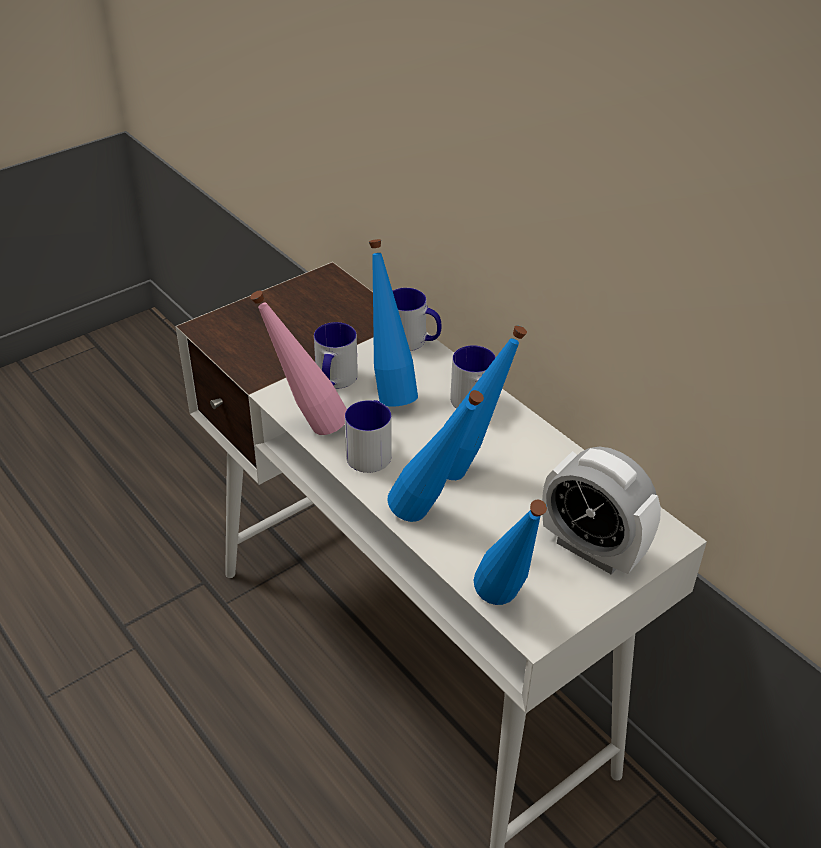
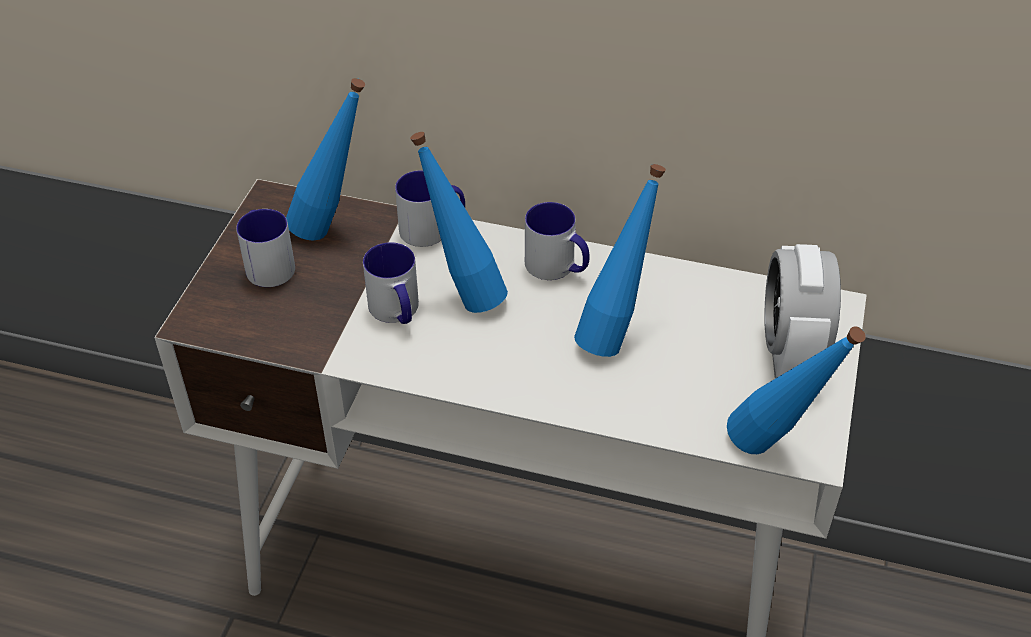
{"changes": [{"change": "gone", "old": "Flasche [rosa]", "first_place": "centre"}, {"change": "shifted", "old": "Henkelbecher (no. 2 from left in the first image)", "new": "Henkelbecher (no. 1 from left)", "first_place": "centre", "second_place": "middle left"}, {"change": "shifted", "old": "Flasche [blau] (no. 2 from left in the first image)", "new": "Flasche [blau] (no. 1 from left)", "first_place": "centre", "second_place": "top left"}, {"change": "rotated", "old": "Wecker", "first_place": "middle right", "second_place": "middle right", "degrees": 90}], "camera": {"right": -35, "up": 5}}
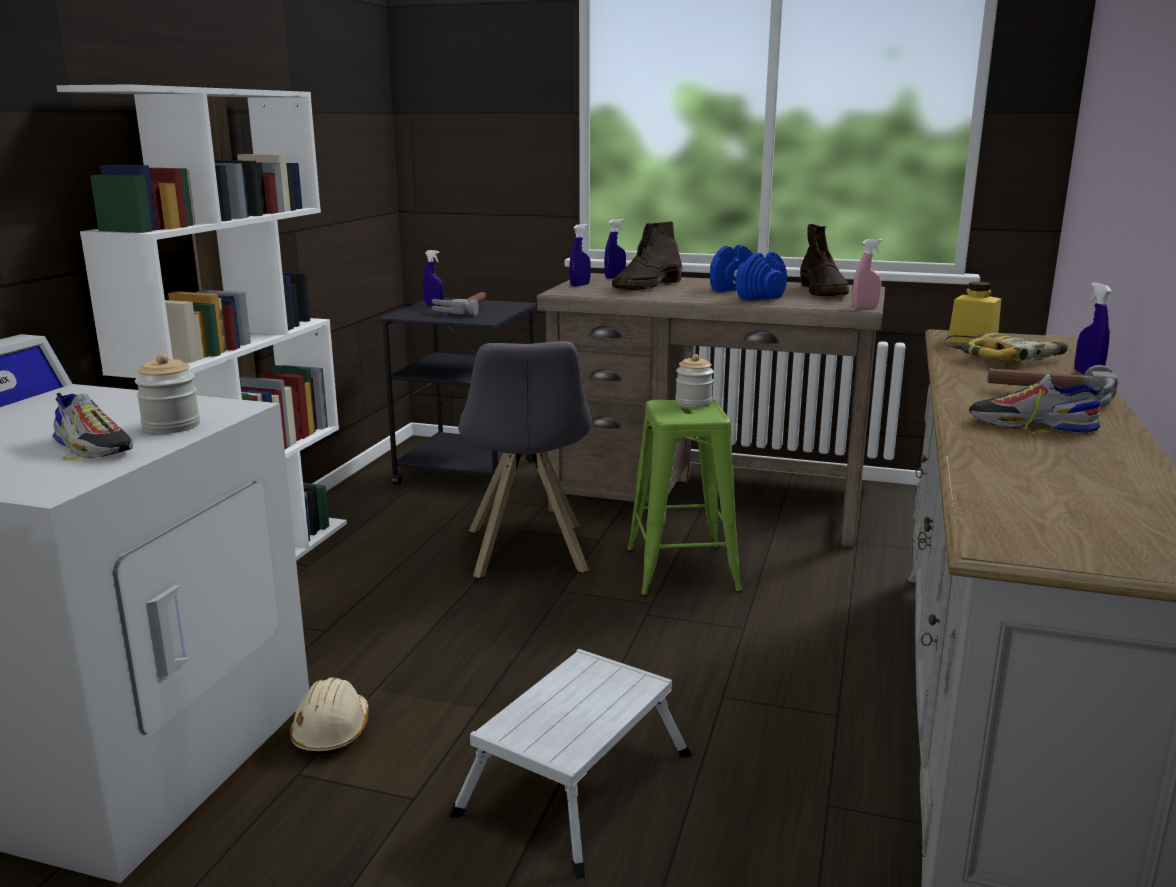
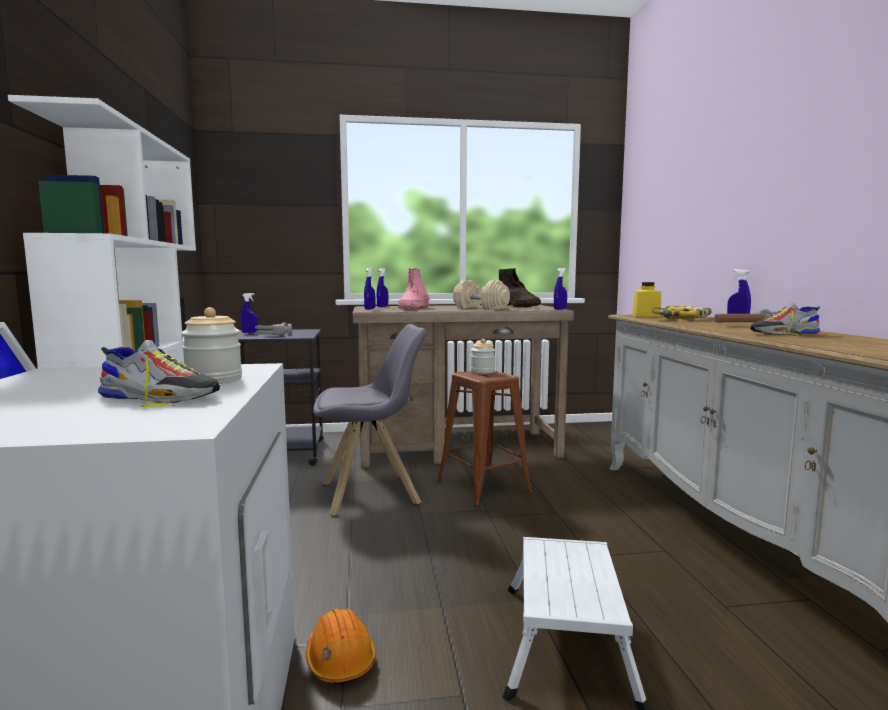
{"changes": [{"change": "repainted", "old": "Schutzhelm [beige]", "new": "Schutzhelm [orange]", "first_place": "bottom left", "second_place": "bottom centre"}, {"change": "rotated", "old": "Stuhl [grau]", "first_place": "centre", "second_place": "centre", "degrees": -75}, {"change": "repainted", "old": "Stiefel [braun] (no. 1 from left)", "new": "Stiefel [rosa]", "first_place": "top centre", "second_place": "centre"}, {"change": "repainted", "old": "Hocker [grün]", "new": "Hocker [braun]", "first_place": "centre", "second_place": "centre"}, {"change": "repainted", "old": "Hantel [blau]", "new": "Hantel [beige]", "first_place": "top centre", "second_place": "centre"}, {"change": "repainted", "old": "Sprühflasche [rosa]", "new": "Sprühflasche [blau] (no. 4 from left)", "first_place": "top right", "second_place": "centre"}], "camera": {"right": -25, "up": -10}}
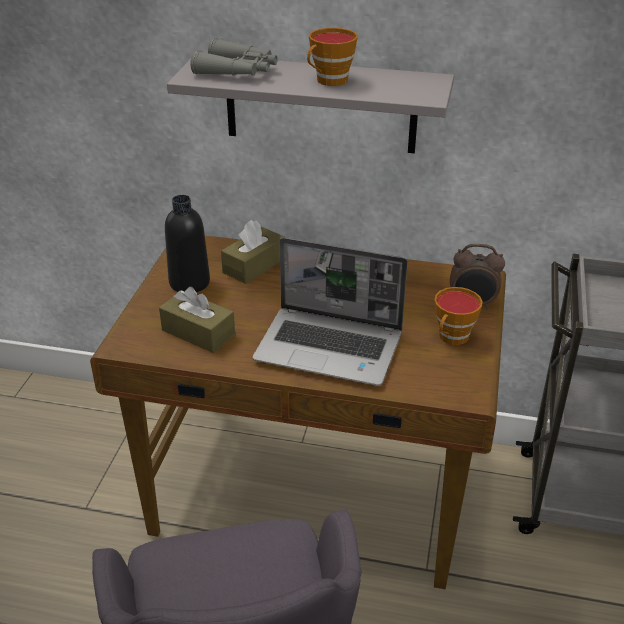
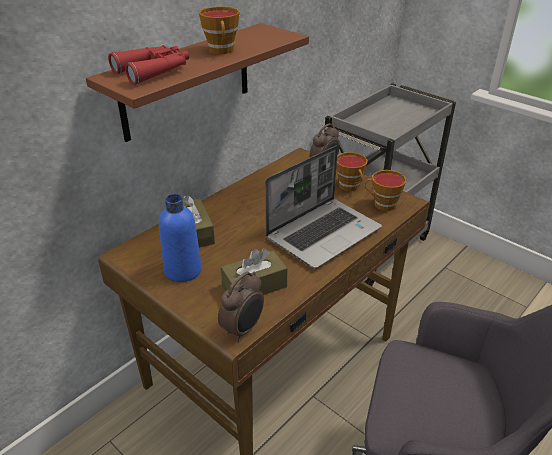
{"changes": [{"change": "repainted", "old": "Flasche [schwarz]", "new": "Flasche [blau]", "first_place": "middle left", "second_place": "middle left"}, {"change": "repainted", "old": "Wandregal [grau]", "new": "Wandregal [braun]", "first_place": "top centre", "second_place": "top centre"}, {"change": "repainted", "old": "Fernglas [grau]", "new": "Fernglas [rot]", "first_place": "top centre", "second_place": "top left"}, {"change": "new", "new": "Wecker (no. 1 from left)", "second_place": "bottom centre"}, {"change": "new", "new": "Tasse (no. 3 from left)", "second_place": "middle right"}], "camera": {"right": -60, "up": 0}}
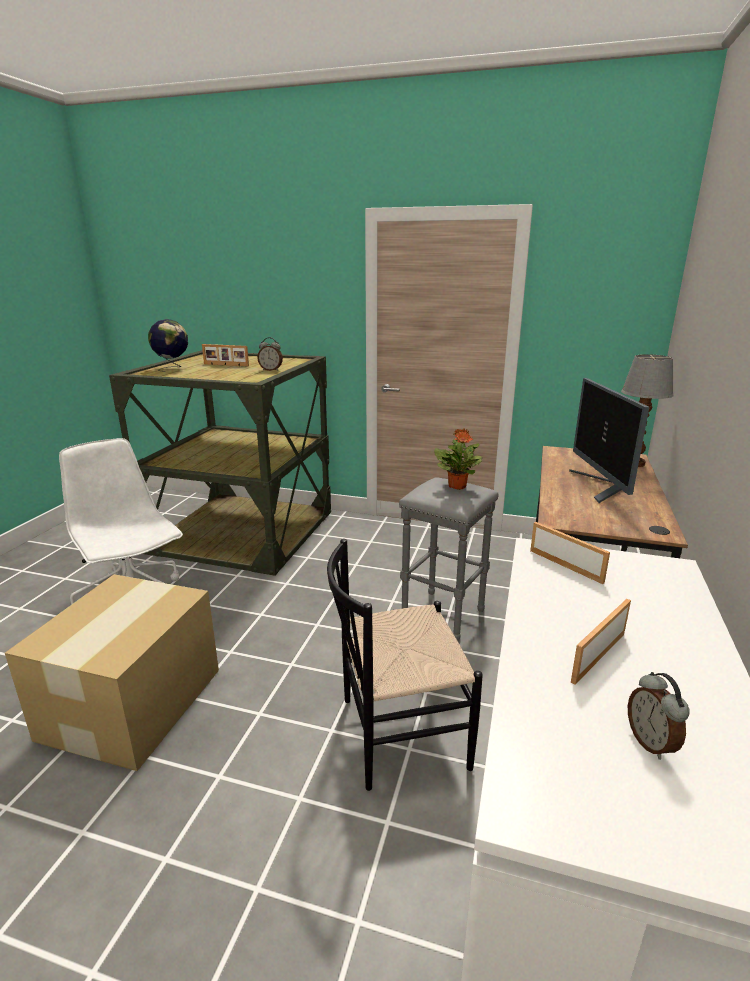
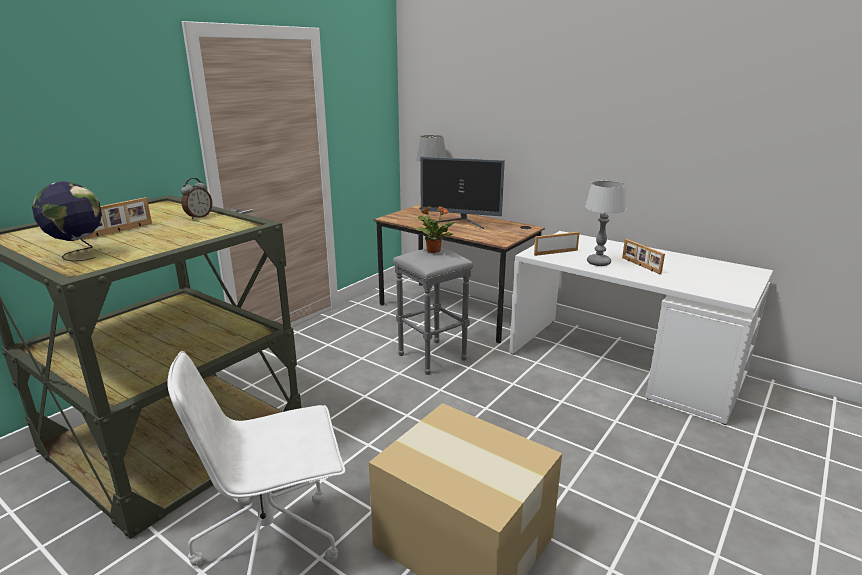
{"changes": [{"change": "gone", "old": "Stuhl [schwarz]", "first_place": "bottom centre"}, {"change": "gone", "old": "Wecker (no. 2 from left)", "first_place": "bottom right"}, {"change": "new", "new": "Tischlampe (no. 2 from left)", "second_place": "middle right"}], "camera": {"right": -70, "up": 0}}
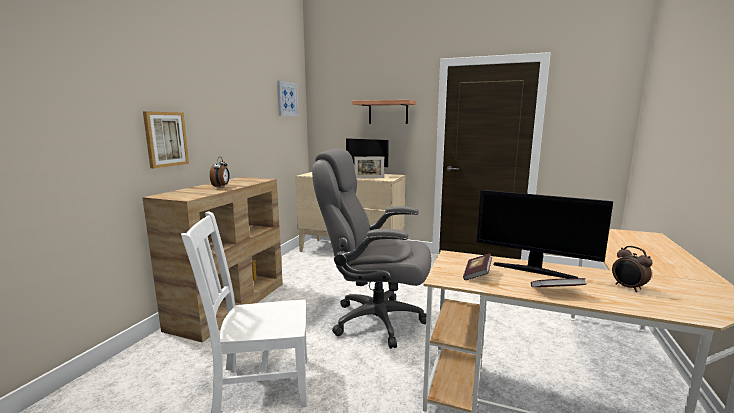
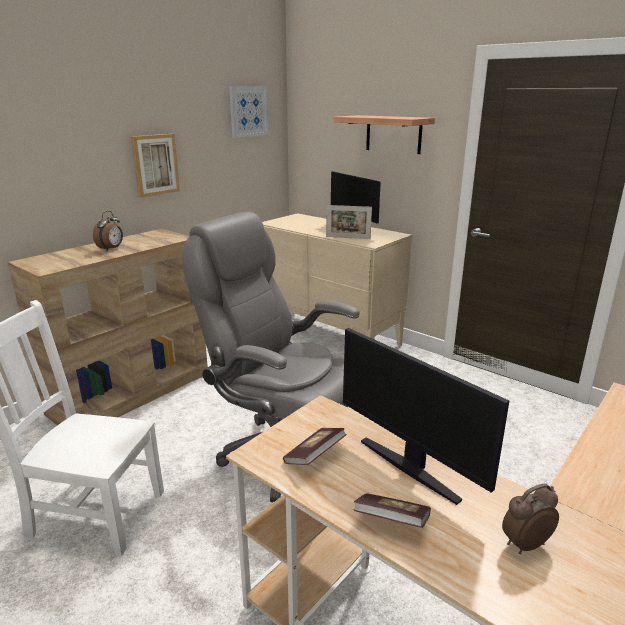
{"changes": [{"change": "shifted", "old": "Bild (no. 1 from left)", "first_place": "middle left", "second_place": "top left"}, {"change": "rotated", "old": "Wecker (no. 2 from left)", "first_place": "middle right", "second_place": "bottom right", "degrees": 75}], "camera": {"right": 20, "up": 10}}
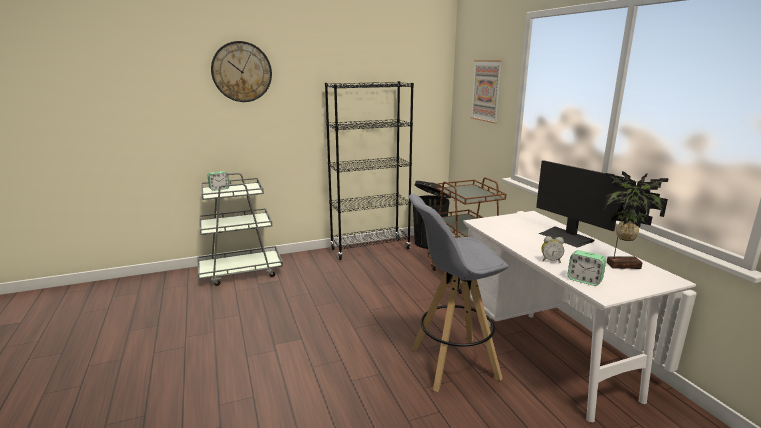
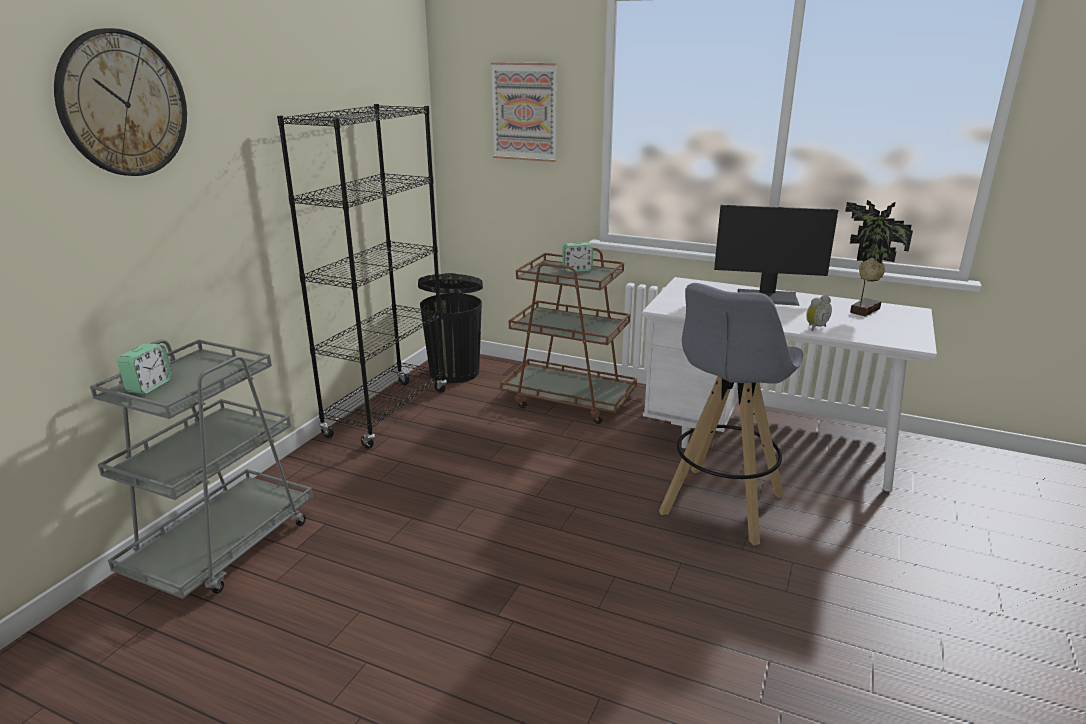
{"changes": [{"change": "shifted", "old": "Wecker (no. 3 from left in the first image)", "new": "Wecker (no. 2 from left)", "first_place": "middle right", "second_place": "centre"}], "camera": {"right": -45, "up": 5}}
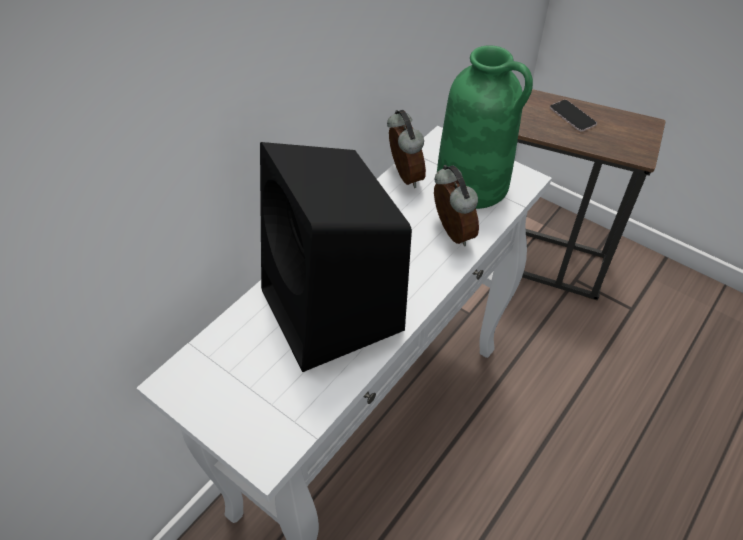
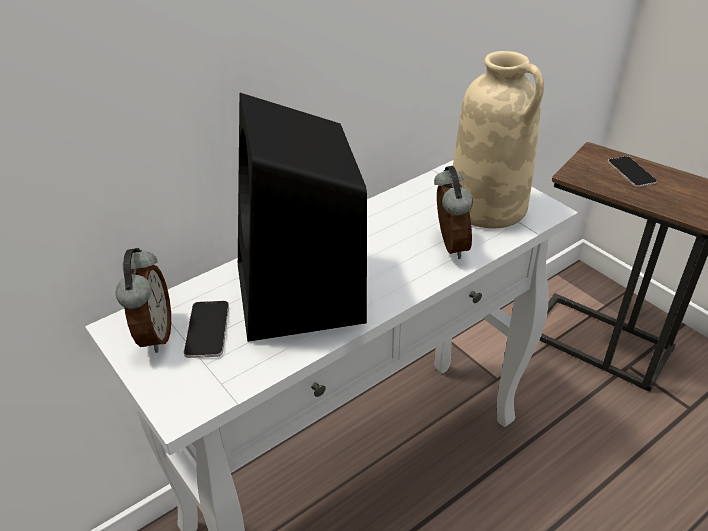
{"changes": [{"change": "shifted", "old": "Wecker (no. 1 from left)", "first_place": "top centre", "second_place": "middle left"}, {"change": "repainted", "old": "Vase [grün]", "new": "Vase [beige]", "first_place": "top centre", "second_place": "top right"}, {"change": "new", "new": "Handy (no. 1 from left)", "second_place": "middle left"}], "camera": {"right": 15, "up": -10}}
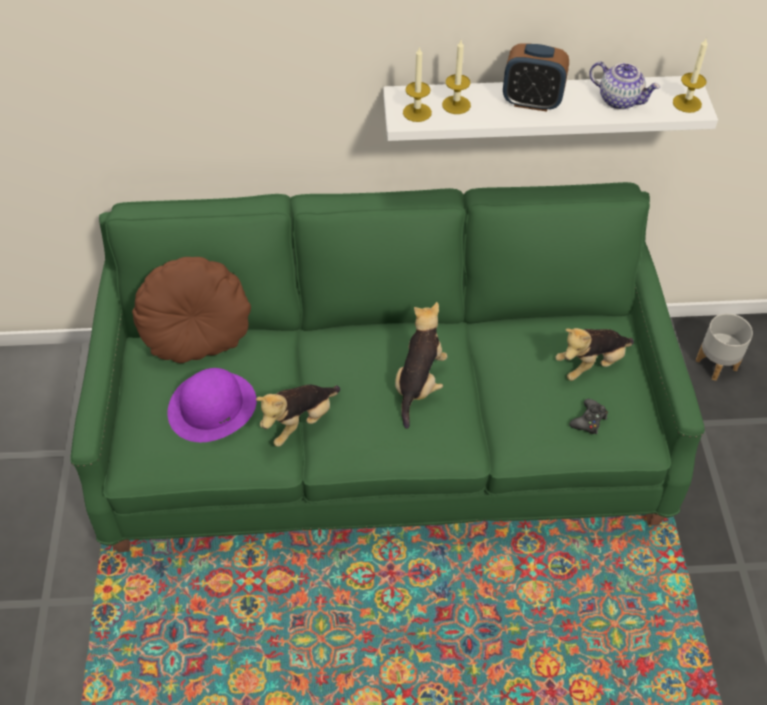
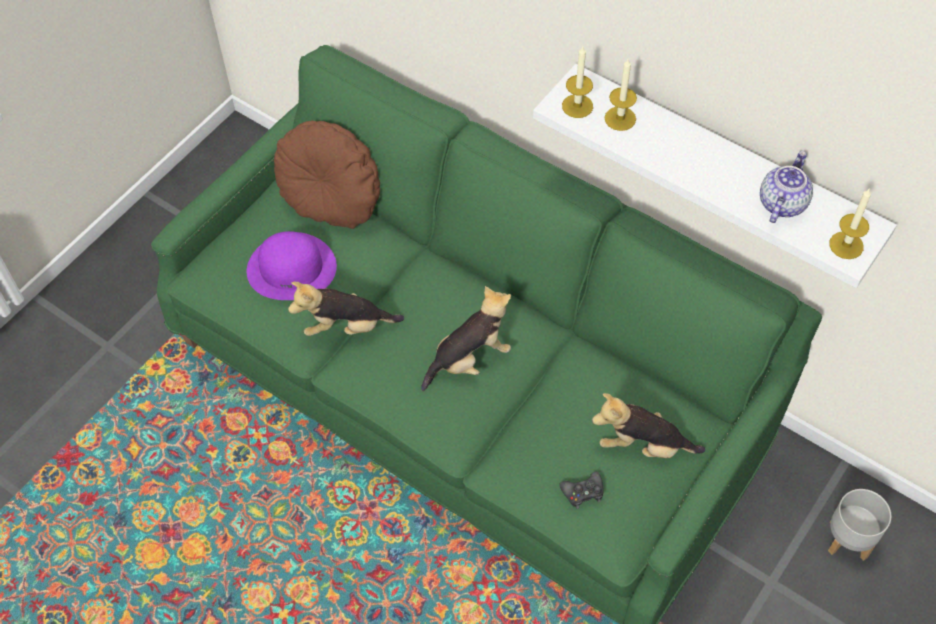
{"changes": [{"change": "gone", "old": "Wecker", "first_place": "top right"}, {"change": "rotated", "old": "Teekanne", "first_place": "top right", "second_place": "top right", "degrees": -135}], "camera": {"right": 40, "up": 5}}
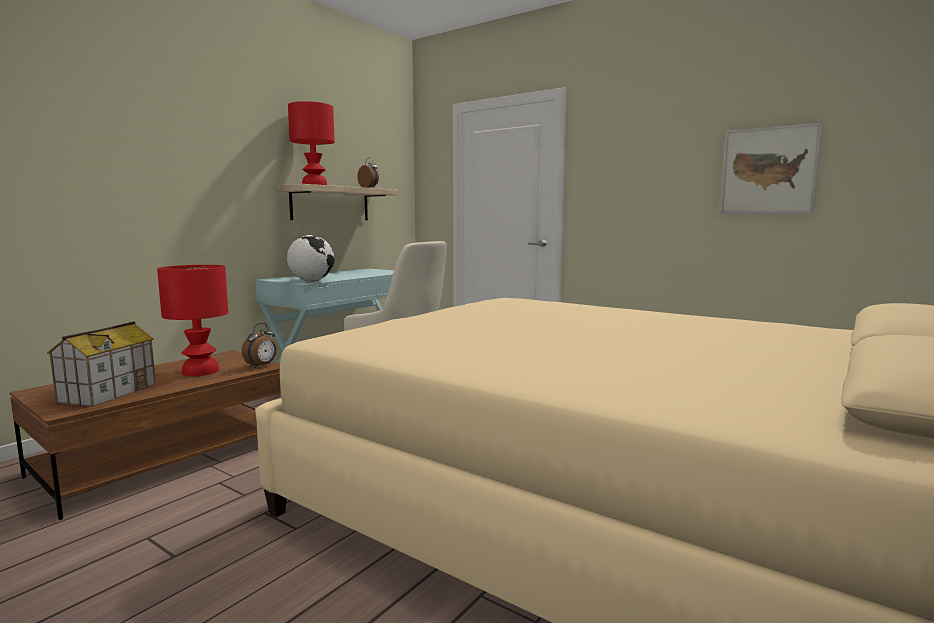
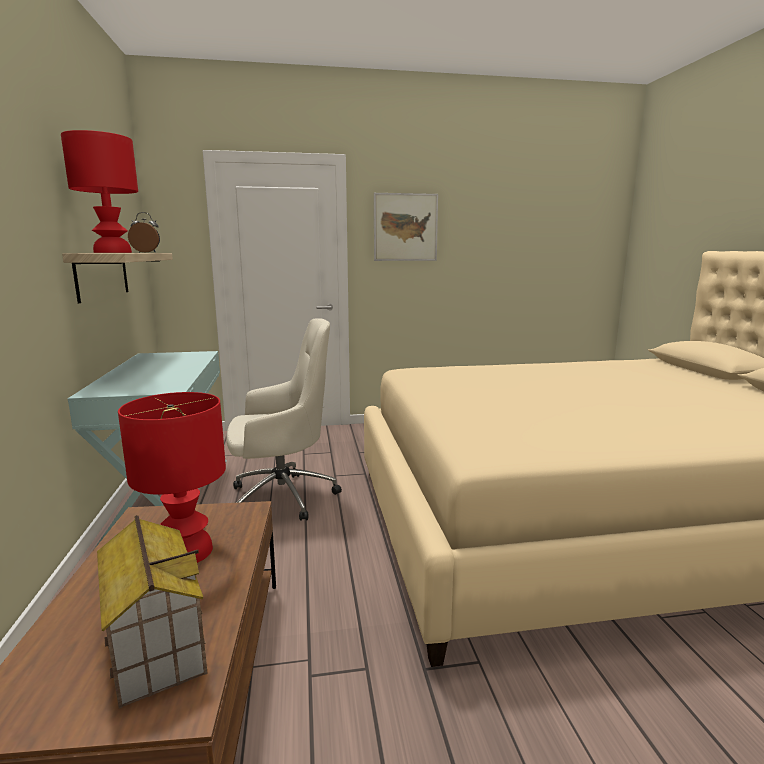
{"changes": [{"change": "gone", "old": "Wecker (no. 1 from left)", "first_place": "middle left"}, {"change": "gone", "old": "Globus", "first_place": "middle left"}, {"change": "shifted", "old": "Bild", "first_place": "top right", "second_place": "top centre"}], "camera": {"right": -45, "up": 5}}
